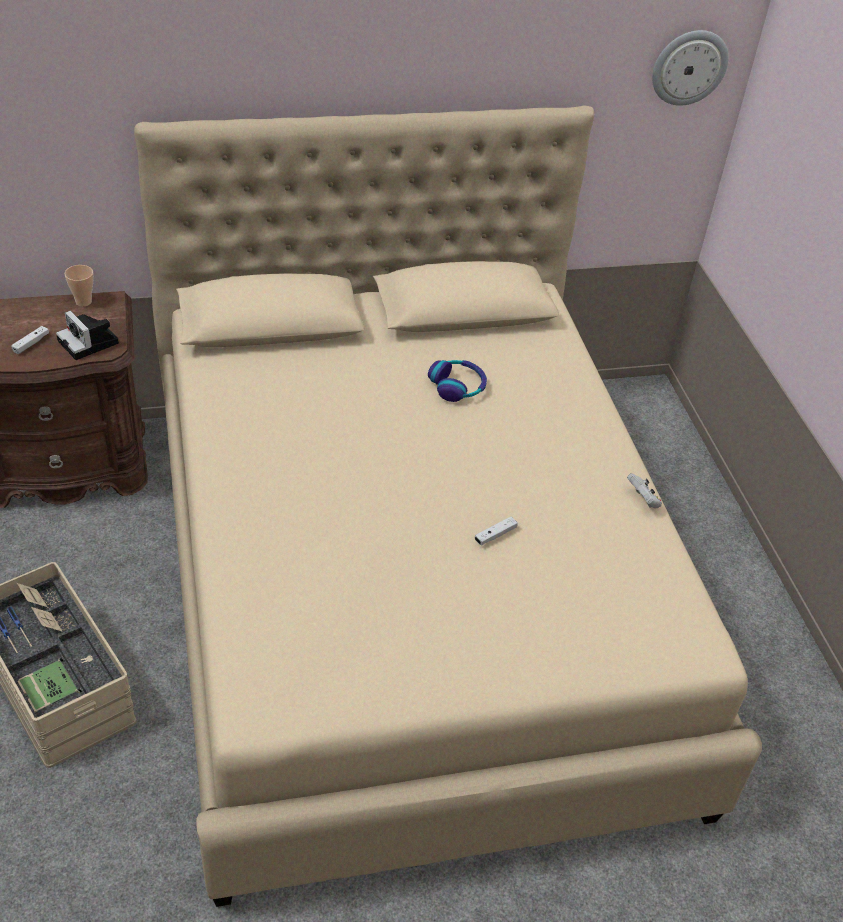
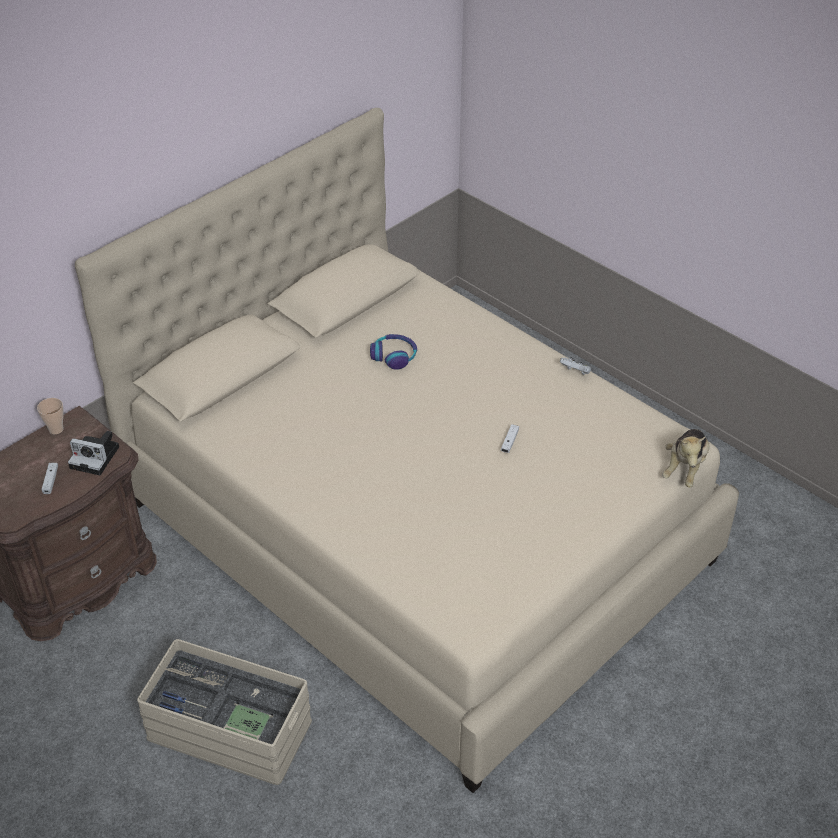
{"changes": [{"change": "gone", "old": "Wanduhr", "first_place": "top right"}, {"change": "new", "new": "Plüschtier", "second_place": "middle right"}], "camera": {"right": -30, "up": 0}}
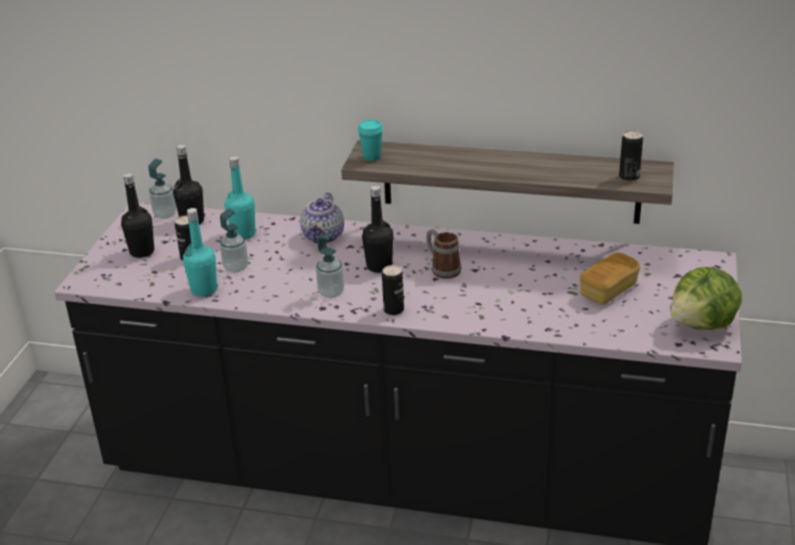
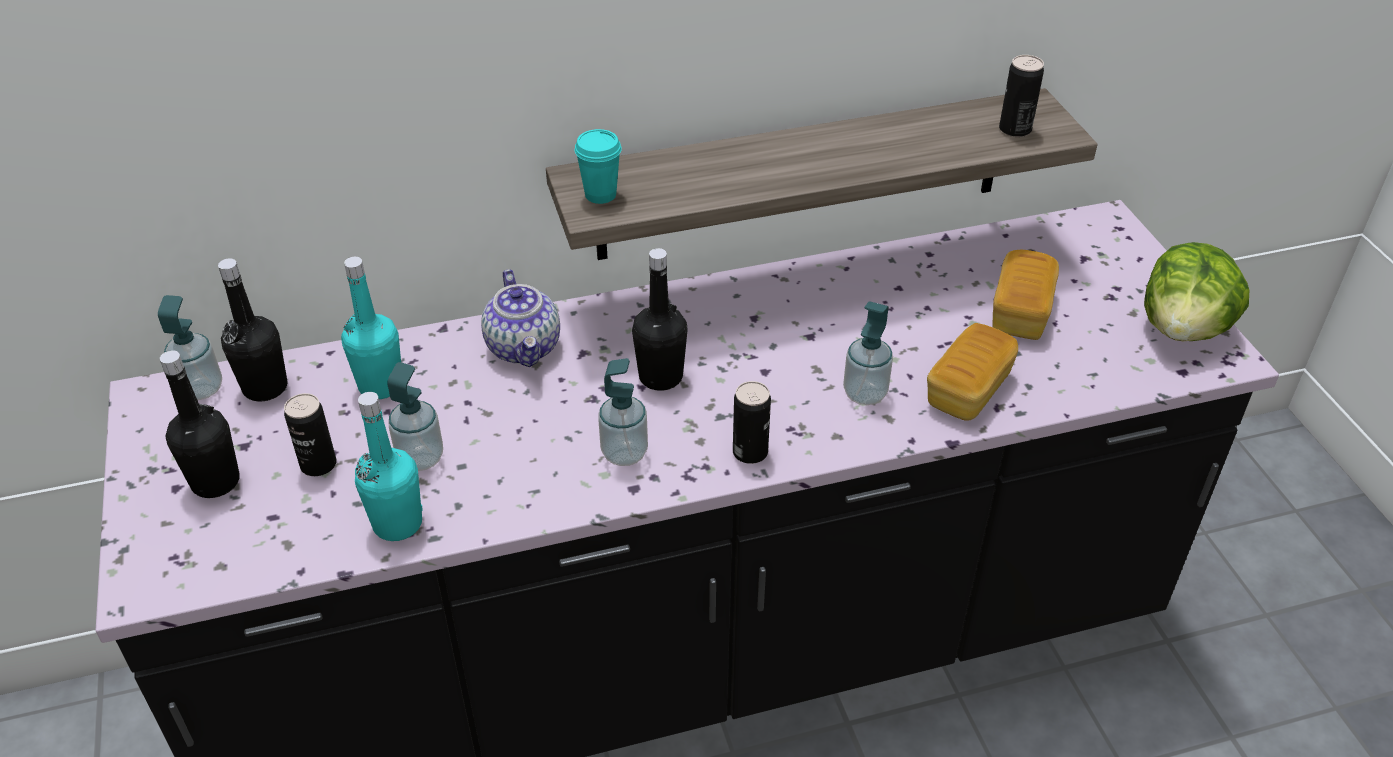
{"changes": [{"change": "gone", "old": "Henkelbecher", "first_place": "centre"}, {"change": "new", "new": "Seifenspender (no. 4 from left)", "second_place": "centre"}, {"change": "new", "new": "Brot (no. 1 from left)", "second_place": "middle right"}], "camera": {"right": -30, "up": 10}}
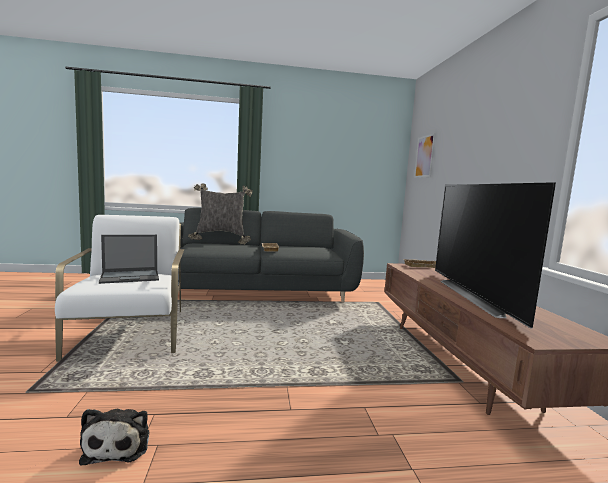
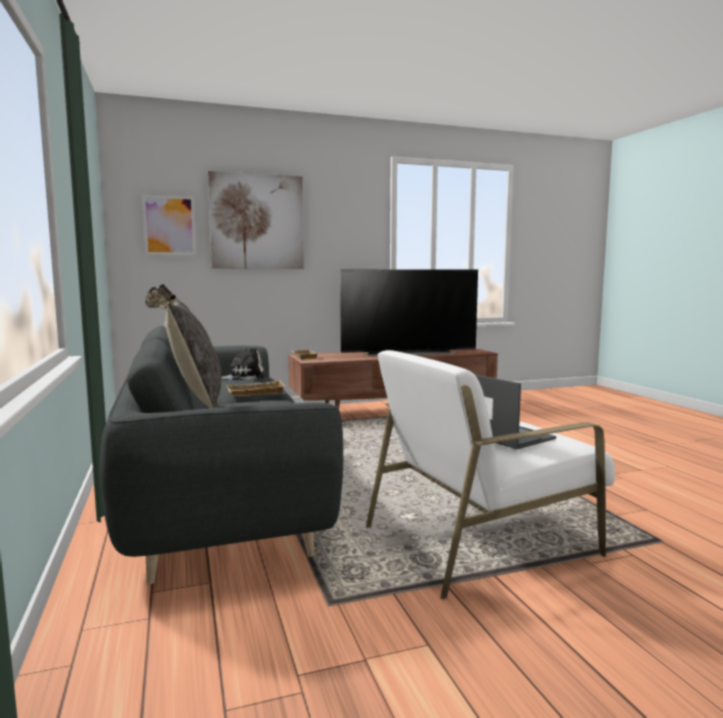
{"changes": [{"change": "shifted", "old": "Plüschtier", "first_place": "bottom left", "second_place": "centre"}, {"change": "new", "new": "Bild (no. 2 from left)", "second_place": "top centre"}], "camera": {"right": -100, "up": 0}}
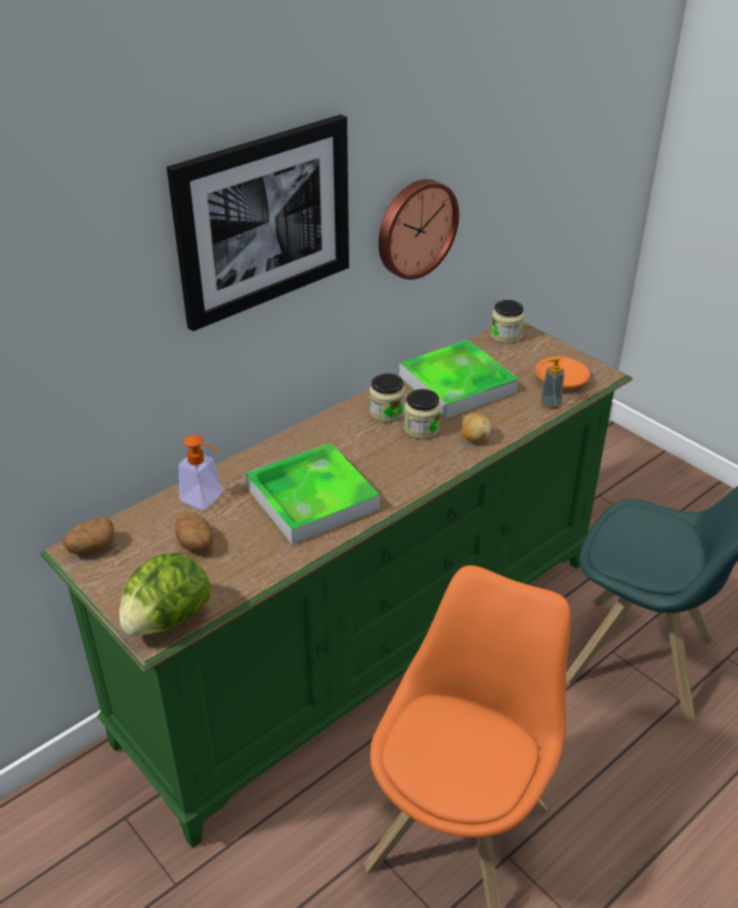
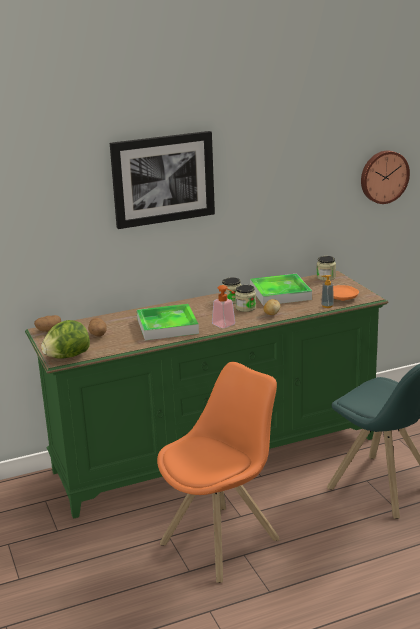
{"changes": [{"change": "shifted", "old": "Seifenspender (no. 1 from left)", "first_place": "middle left", "second_place": "centre"}, {"change": "shifted", "old": "Wanduhr", "first_place": "top centre", "second_place": "top right"}], "camera": {"right": 20, "up": -15}}
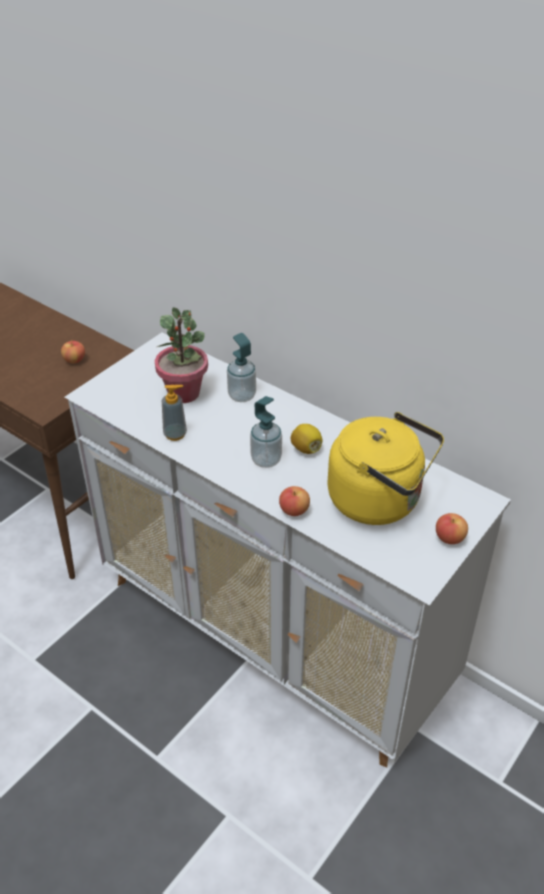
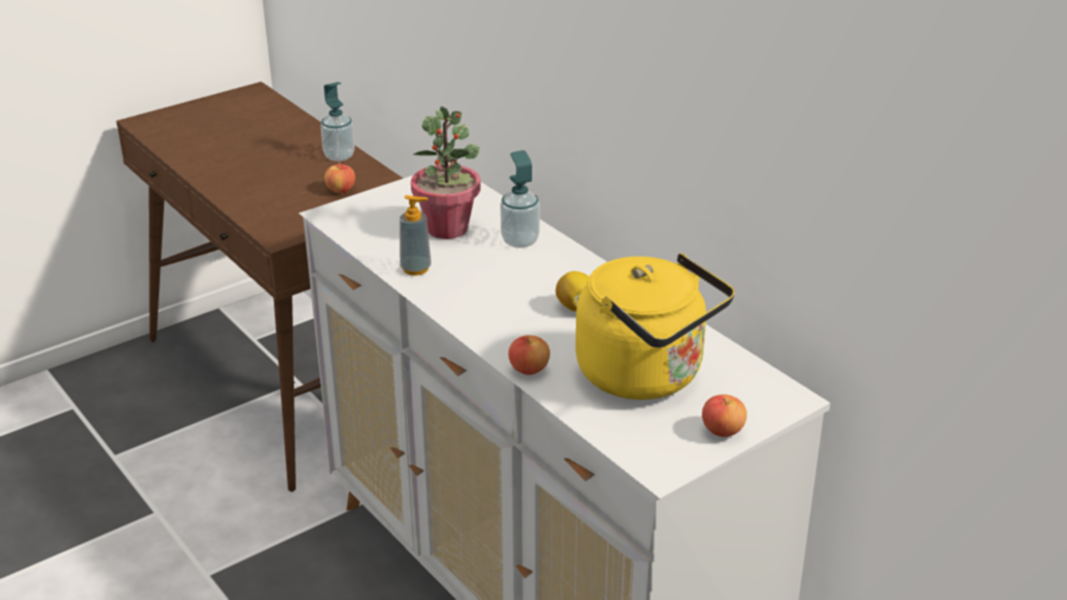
{"changes": [{"change": "shifted", "old": "Seifenspender (no. 3 from left in the first image)", "new": "Seifenspender (no. 1 from left)", "first_place": "centre", "second_place": "top left"}], "camera": {"right": 15, "up": -10}}
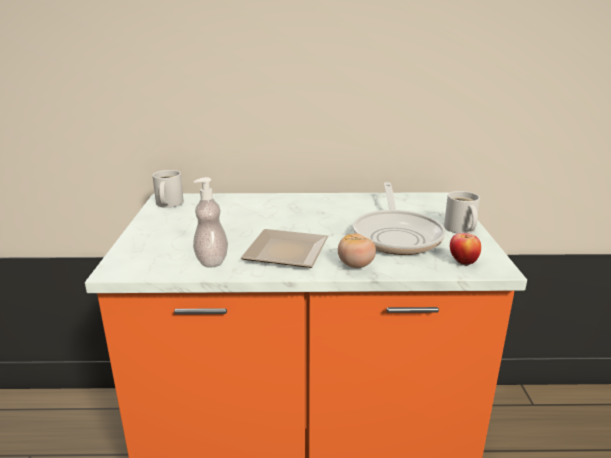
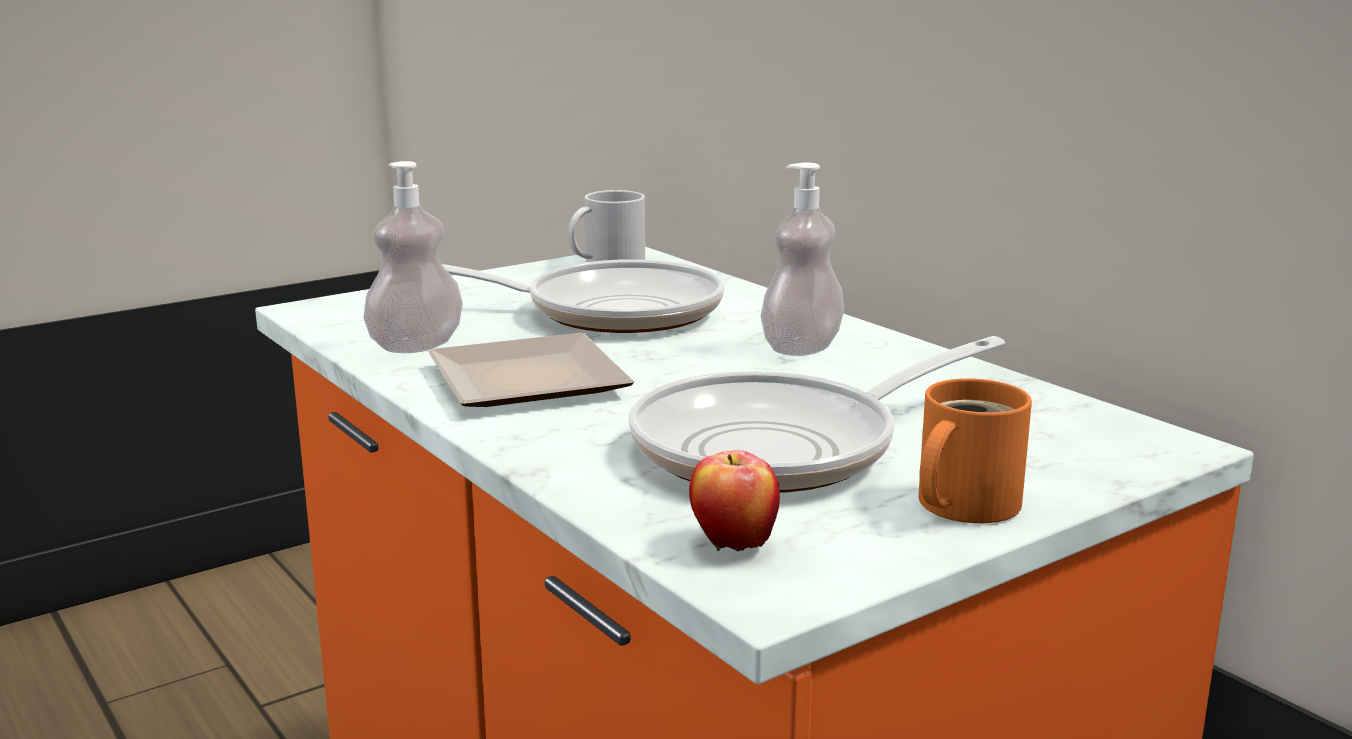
{"changes": [{"change": "gone", "old": "Tomate", "first_place": "centre"}, {"change": "repainted", "old": "Henkelbecher [weiß] (no. 2 from left)", "new": "Henkelbecher [orange]", "first_place": "middle right", "second_place": "middle right"}, {"change": "new", "new": "Pfanne (no. 1 from left)", "second_place": "centre"}, {"change": "new", "new": "Seifenspender (no. 2 from left)", "second_place": "centre"}], "camera": {"right": 55, "up": -5}}
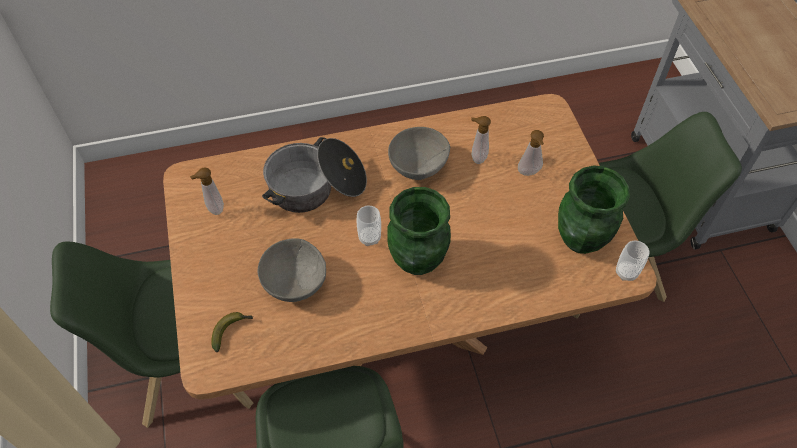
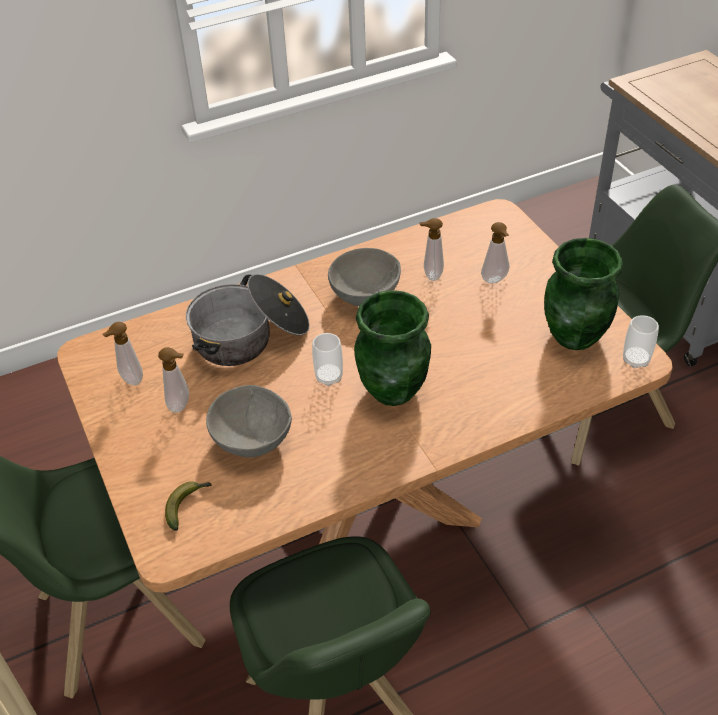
{"changes": [{"change": "new", "new": "Seifenspender (no. 2 from left)", "second_place": "middle left"}], "camera": {"right": -10, "up": -10}}
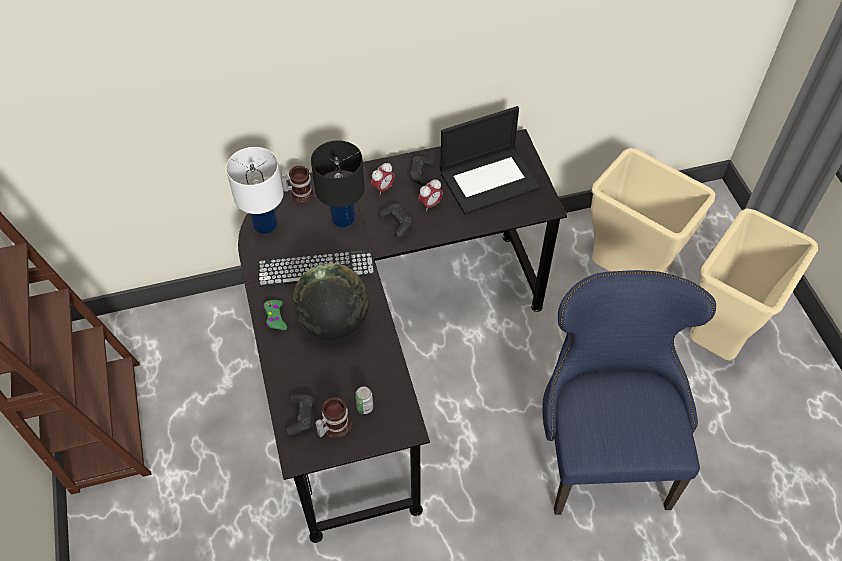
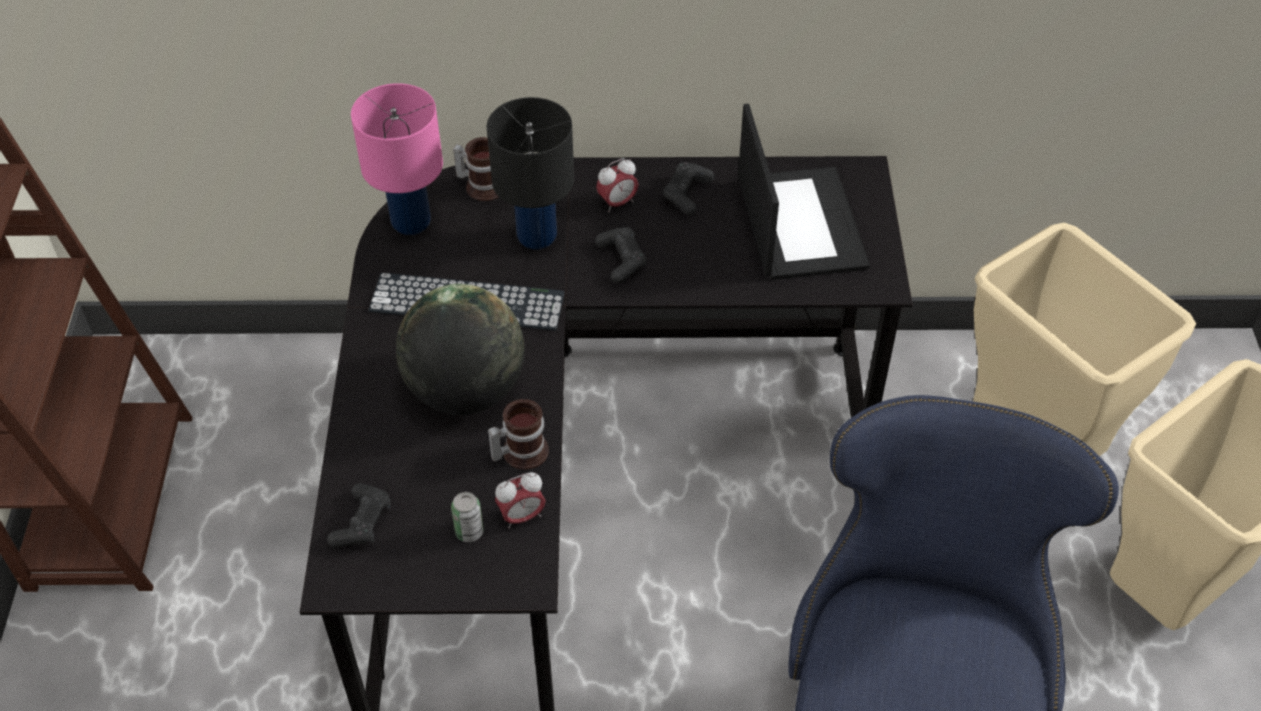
{"changes": [{"change": "repainted", "old": "Tischlampe [weiß]", "new": "Tischlampe [rosa]", "first_place": "middle left", "second_place": "top left"}, {"change": "gone", "old": "Gamepad [grün]", "first_place": "middle left"}, {"change": "shifted", "old": "Henkelbecher (no. 2 from left)", "first_place": "bottom centre", "second_place": "centre"}, {"change": "shifted", "old": "Wecker (no. 2 from left in the first image)", "new": "Wecker (no. 1 from left)", "first_place": "centre", "second_place": "bottom centre"}, {"change": "rotated", "old": "Laptop", "first_place": "top centre", "second_place": "top centre", "degrees": -90}], "camera": {"right": 15, "up": -5}}
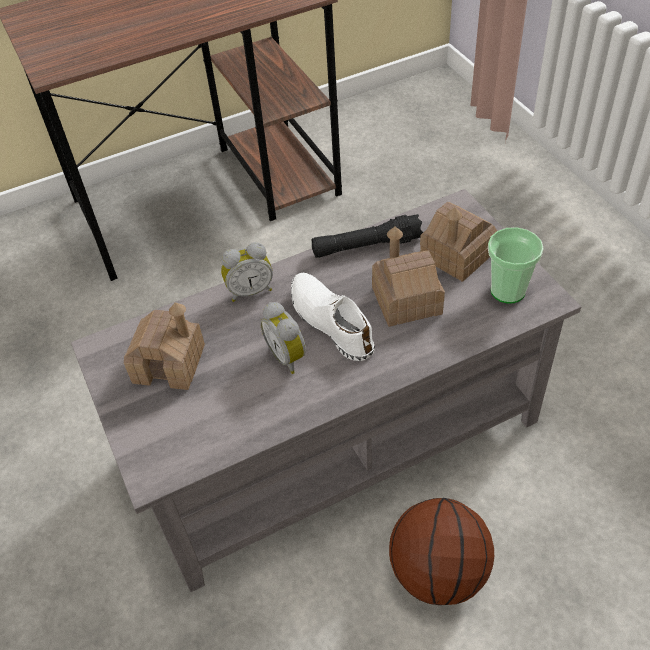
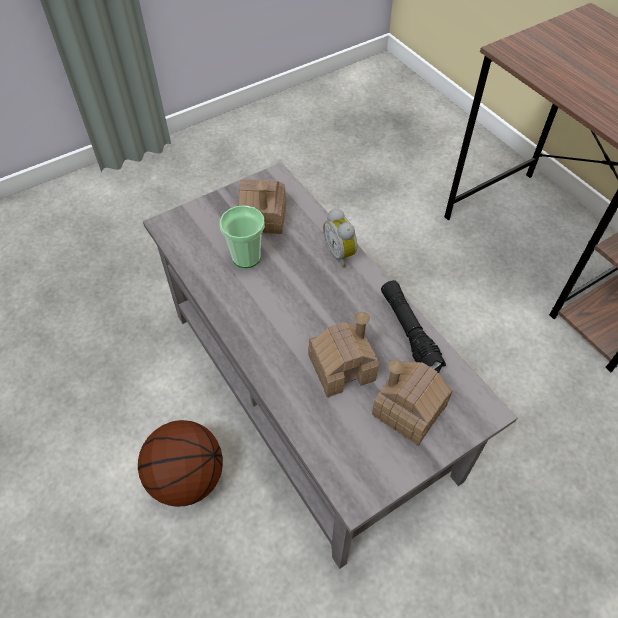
{"changes": [{"change": "gone", "old": "Wecker (no. 2 from left)", "first_place": "centre"}, {"change": "gone", "old": "Schuh [weiß]", "first_place": "centre"}, {"change": "shifted", "old": "Tasse", "first_place": "middle right", "second_place": "centre"}], "camera": {"right": 80, "up": 5}}
